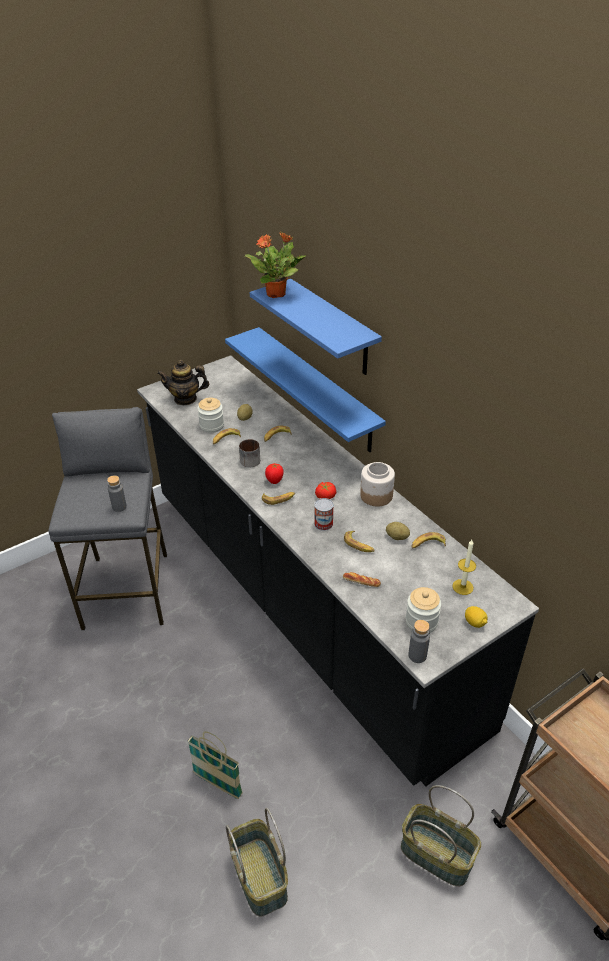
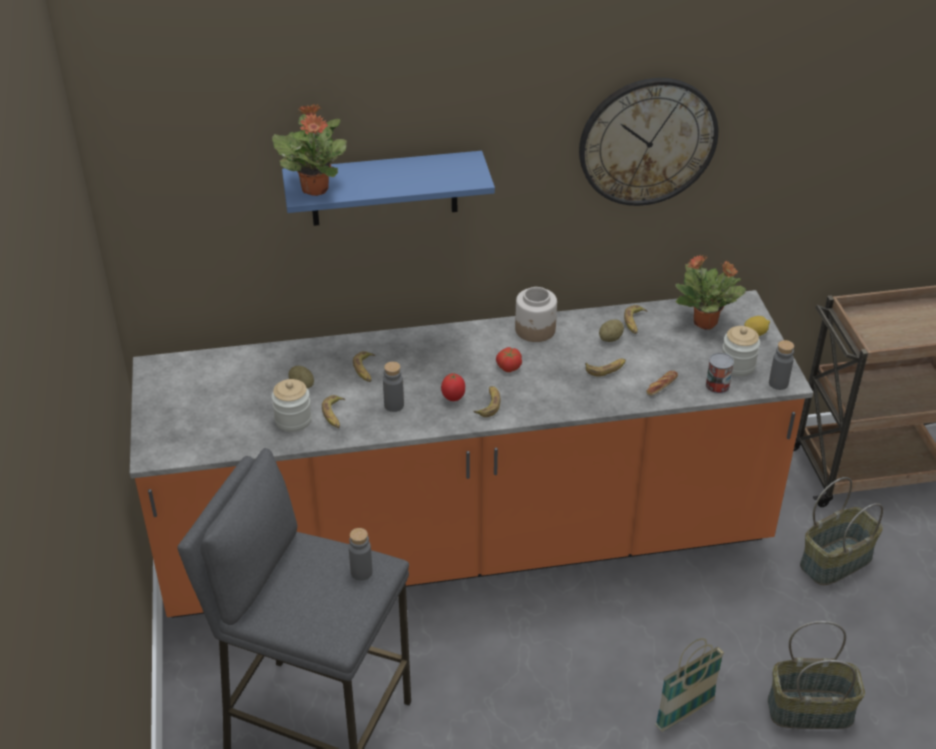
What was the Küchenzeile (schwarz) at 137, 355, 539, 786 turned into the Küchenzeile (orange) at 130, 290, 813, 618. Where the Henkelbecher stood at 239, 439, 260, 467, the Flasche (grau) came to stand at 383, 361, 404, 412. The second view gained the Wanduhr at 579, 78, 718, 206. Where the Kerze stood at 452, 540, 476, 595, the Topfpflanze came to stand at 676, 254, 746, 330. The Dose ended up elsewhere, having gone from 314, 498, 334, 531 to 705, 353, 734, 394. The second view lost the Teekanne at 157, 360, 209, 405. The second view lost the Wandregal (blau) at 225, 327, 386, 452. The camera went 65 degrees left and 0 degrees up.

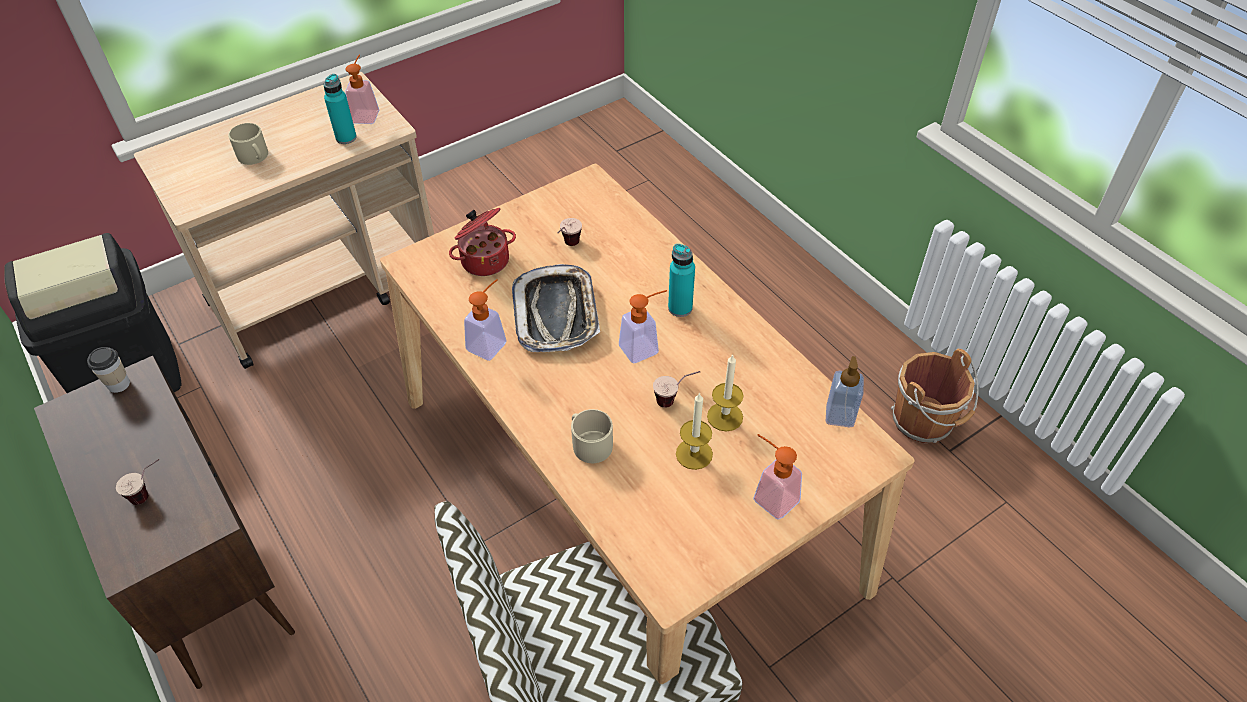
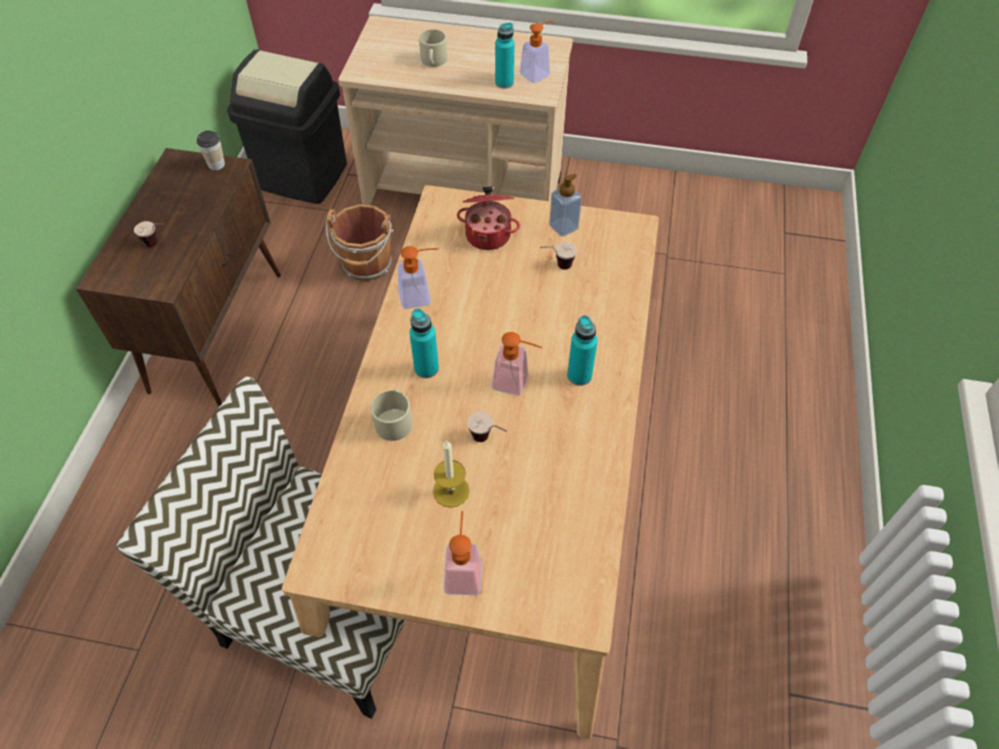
The Eimer (braun) ended up elsewhere, having gone from 891, 349, 979, 443 to 325, 204, 393, 281. The second view gained the Flasche (türkis) at 409, 308, 439, 378. The Seifenspender ended up elsewhere, having gone from 826, 356, 864, 427 to 549, 174, 582, 237. The second view lost the Tablett at 512, 264, 600, 352. The second view lost the Kerze at 707, 354, 744, 431. The camera went 45 degrees right and 5 degrees up.

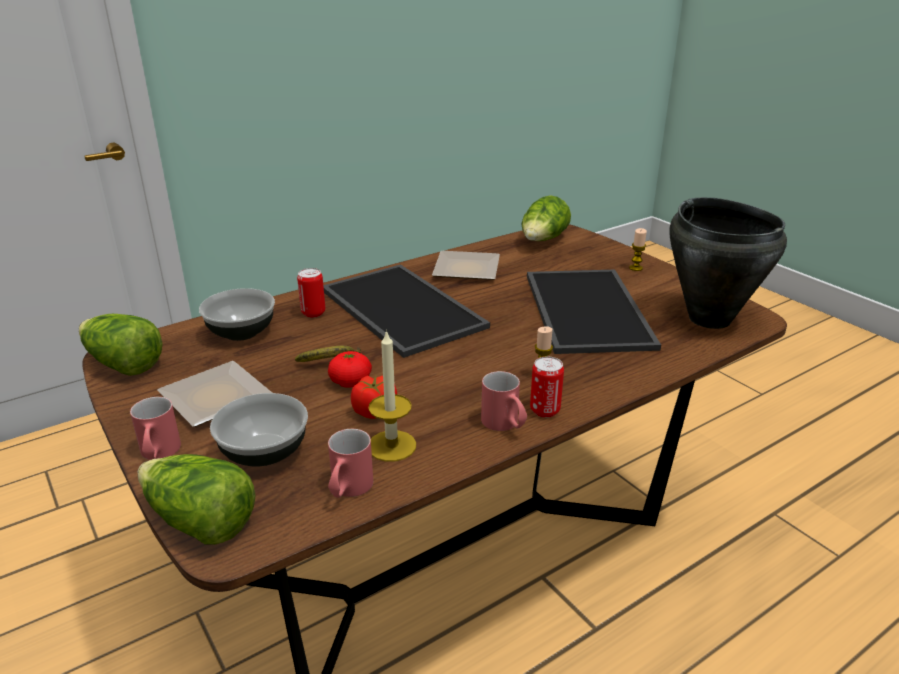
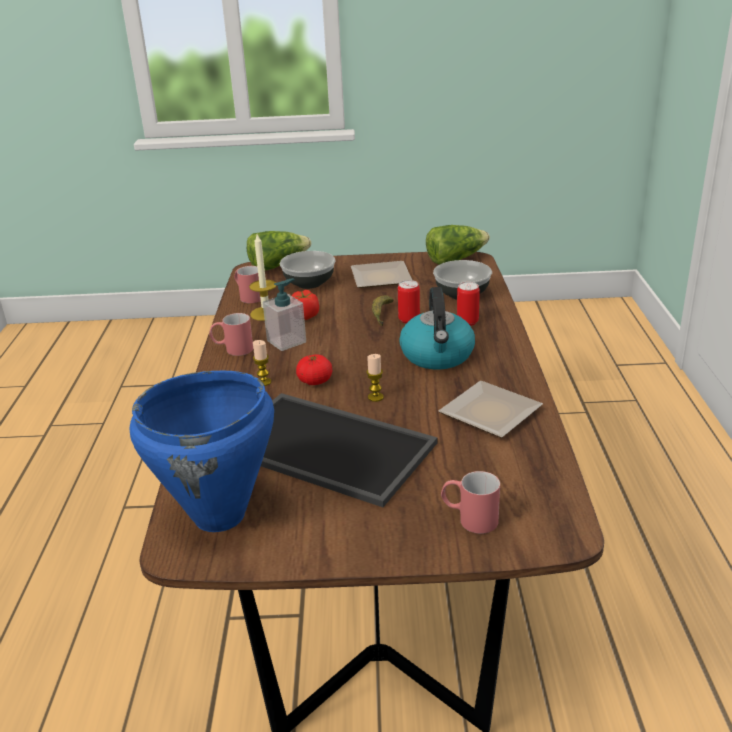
What was the Kochtopf (schwarz) at 670, 197, 787, 329 turned into the Kochtopf (blau) at 130, 371, 274, 532. The second view gained the Seifenspender at 263, 278, 306, 351. The Tomate ended up elsewhere, having gone from 328, 351, 372, 388 to 296, 354, 332, 385. The Kerze ended up elsewhere, having gone from 629, 228, 647, 271 to 366, 354, 384, 402. The Dose ended up elsewhere, having gone from 530, 356, 564, 418 to 398, 280, 420, 324. Where the Tablett stood at 323, 264, 490, 358, the Wasserkessel came to stand at 399, 287, 475, 370. The Henkelbecher (rot) ended up elsewhere, having gone from 130, 397, 181, 460 to 441, 471, 500, 534. The second view lost the Salatkopf at 522, 195, 571, 241. The camera went 125 degrees right and 0 degrees up.

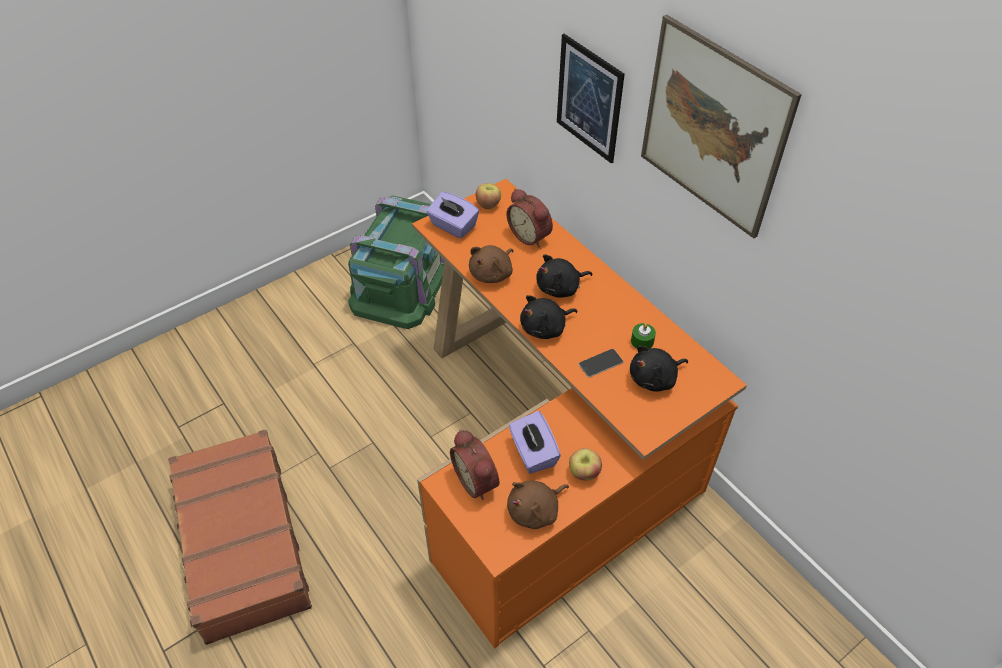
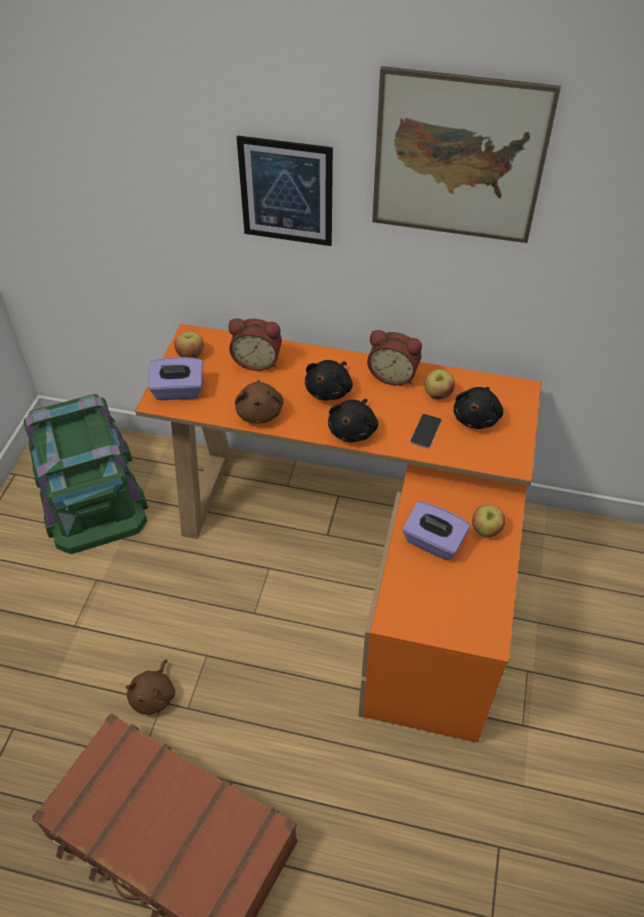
The Plüschtier (braun) ended up elsewhere, having gone from 507, 481, 569, 529 to 126, 660, 175, 715. The Wecker ended up elsewhere, having gone from 450, 429, 499, 500 to 367, 330, 422, 385. Where the Kerze (grün) stood at 631, 323, 656, 349, the Apfel came to stand at 424, 369, 455, 399. The camera went 40 degrees left and 0 degrees up.

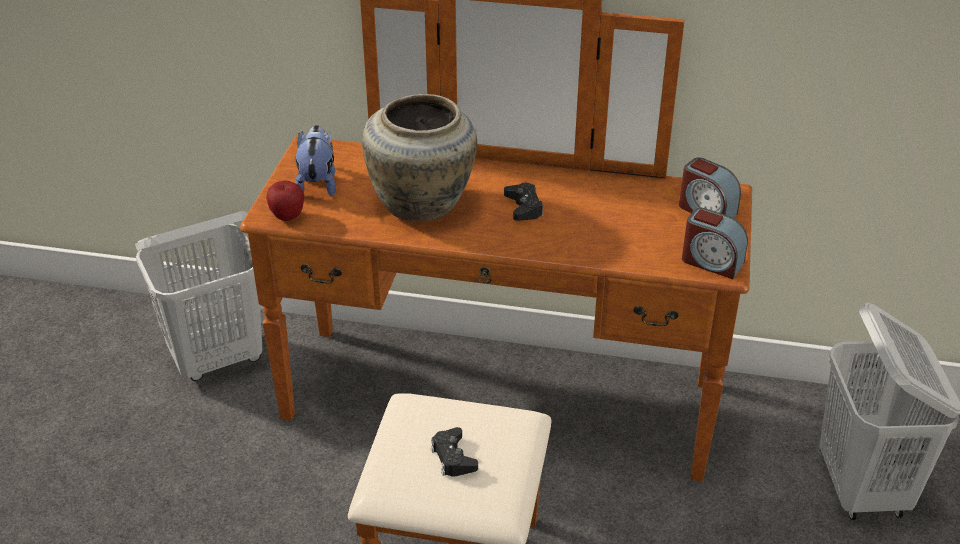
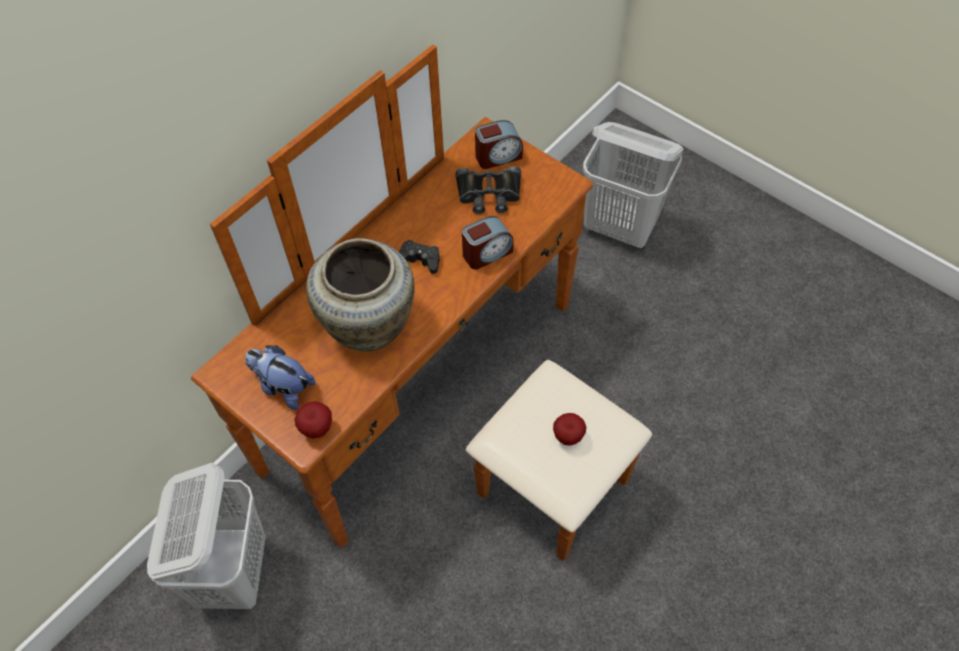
The second view gained the Fernglas (schwarz) at 456, 166, 521, 214. The Wecker ended up elsewhere, having gone from 682, 208, 748, 279 to 462, 216, 514, 269. Where the Gamepad (schwarz) stood at 431, 427, 478, 477, the Apfel came to stand at 553, 413, 586, 446. The camera went 60 degrees left and 20 degrees up.

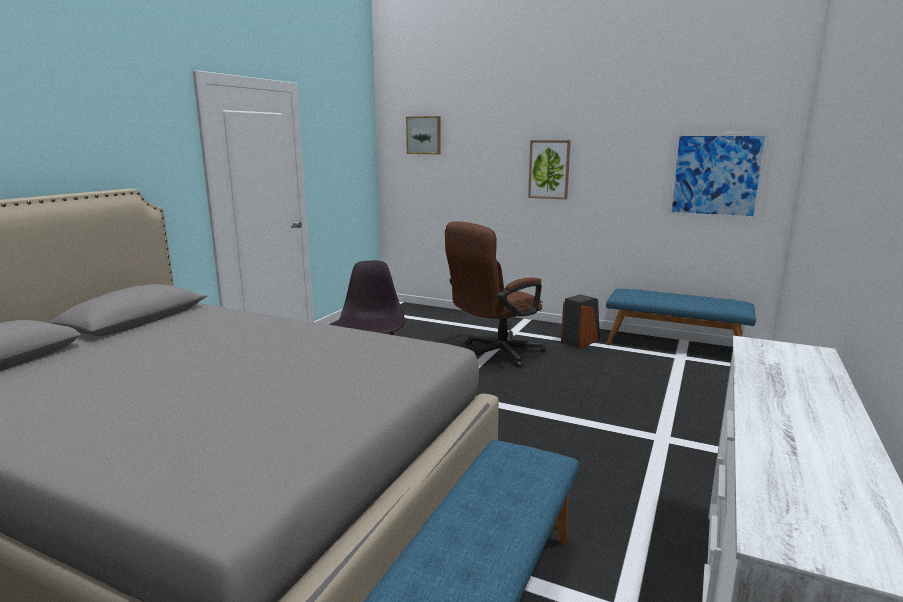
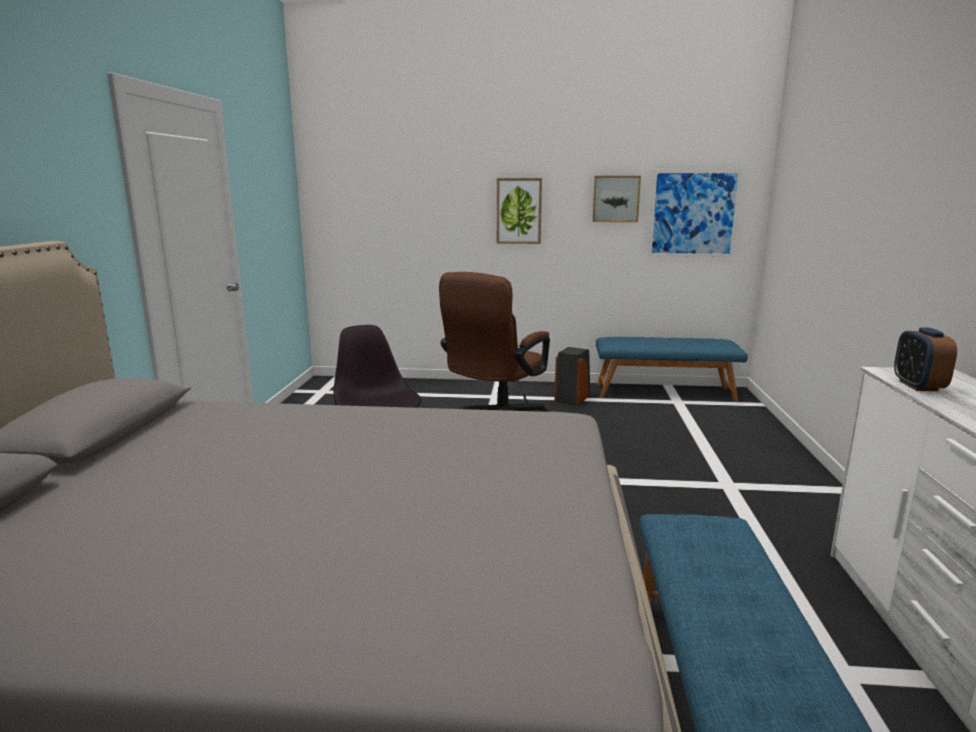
The Bild ended up elsewhere, having gone from 406, 116, 441, 154 to 593, 176, 641, 222. The second view gained the Wecker at 894, 327, 957, 391. The camera went 20 degrees left and 0 degrees up.

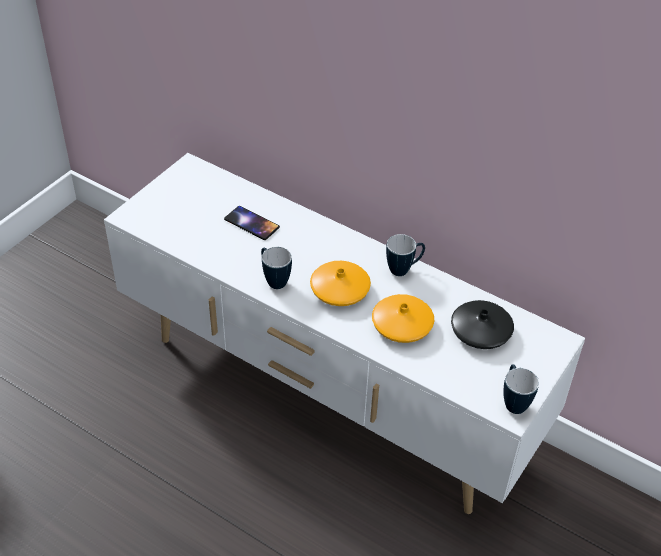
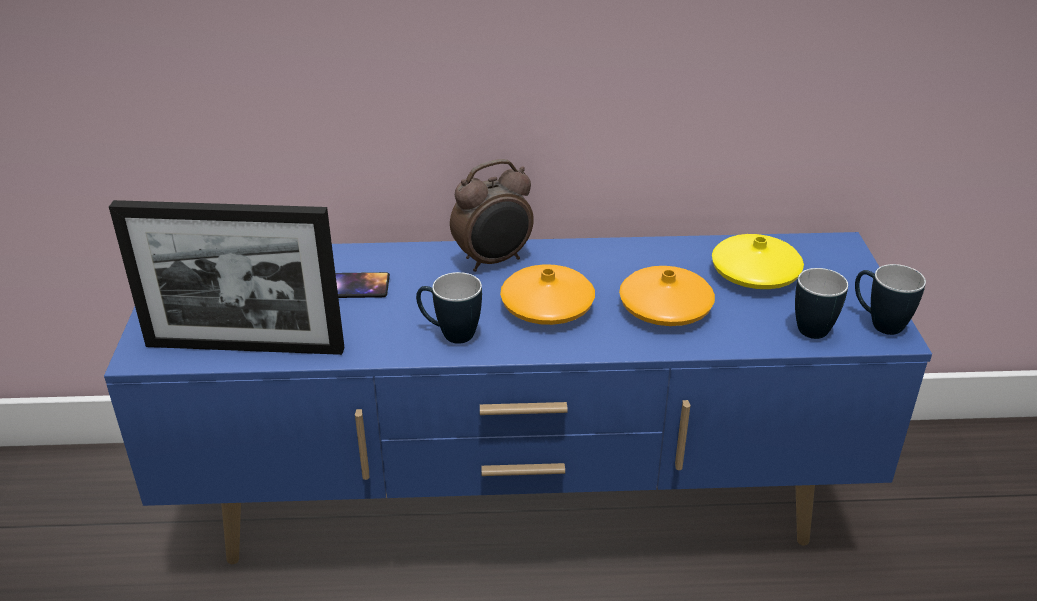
What was the Fernsehschrank (weiß) at 104, 153, 585, 514 turned into the Fernsehschrank (blau) at 104, 232, 932, 564. The second view gained the Bilderrahmen at 109, 200, 345, 355. The second view gained the Wecker at 450, 159, 534, 272. What was the Vase (schwarz) at 451, 300, 514, 349 turned into the Vase (gelb) at 712, 234, 804, 289. The Henkelbecher ended up elsewhere, having gone from 386, 234, 425, 276 to 795, 268, 848, 339. The camera went 35 degrees left and 10 degrees down.

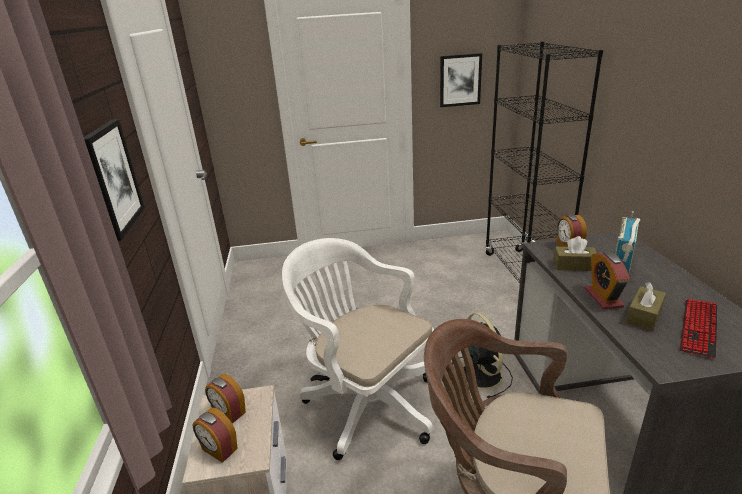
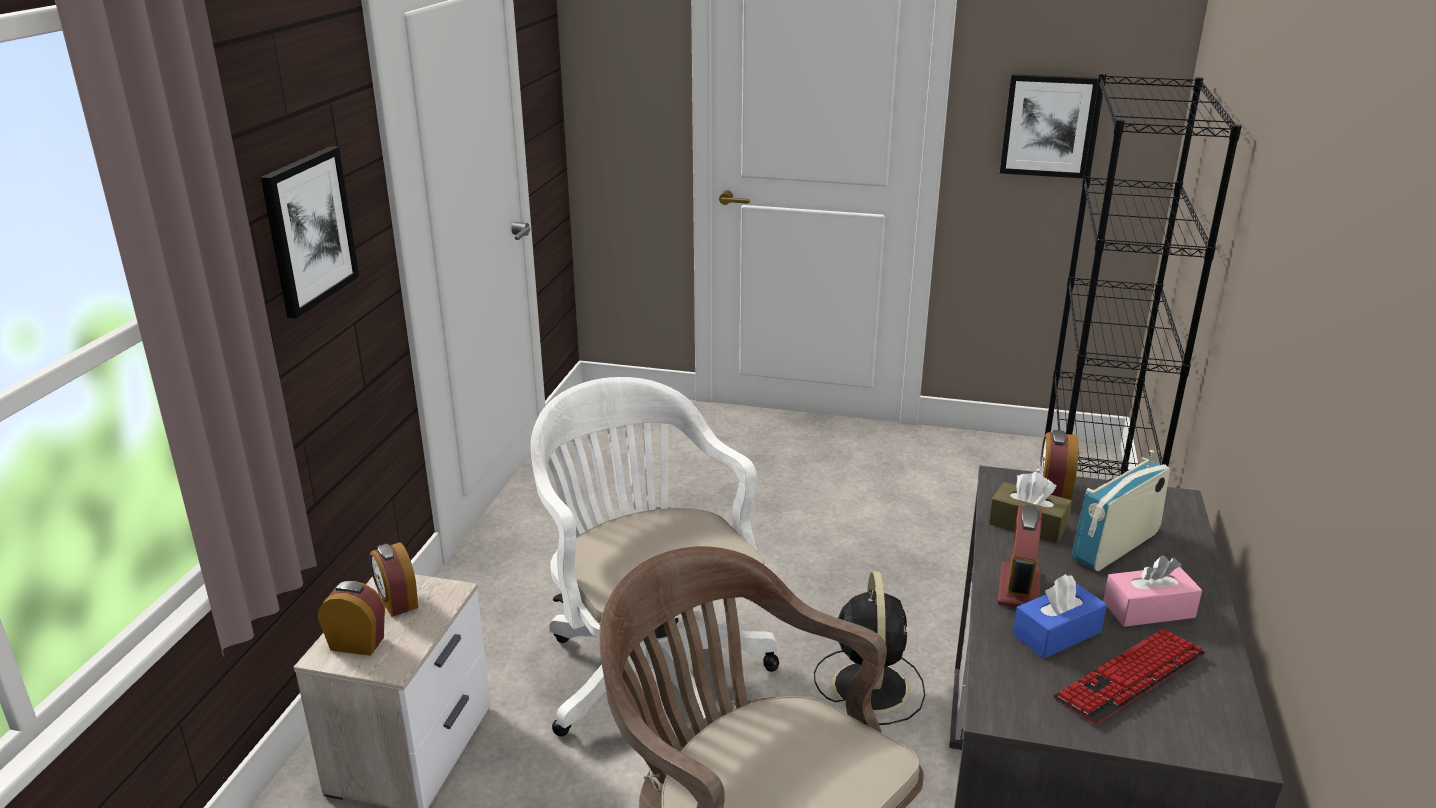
The Wecker at 193, 408, 238, 463 ended up facing another way, 135 degrees clockwise from before. What was the Taschentuchbox (braun) at 626, 282, 666, 331 turned into the Taschentuchbox (blau) at 1013, 574, 1107, 659. The second view gained the Taschentuchbox (rosa) at 1103, 556, 1202, 627. The camera went 20 degrees right and 0 degrees up.

